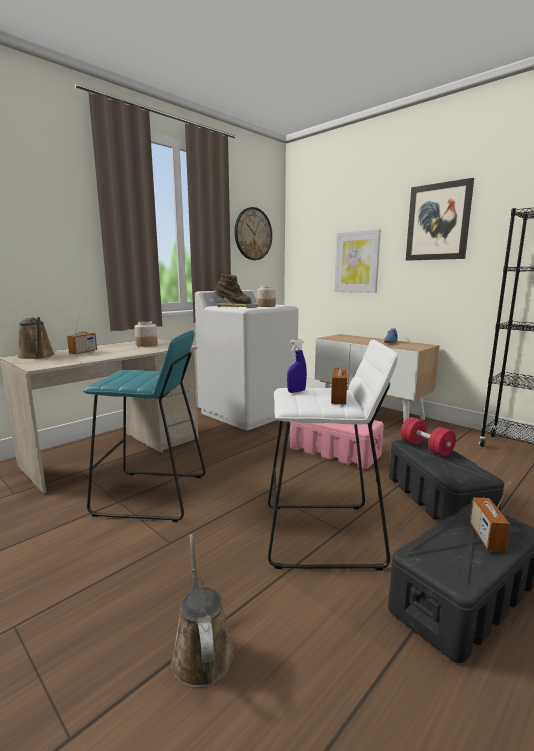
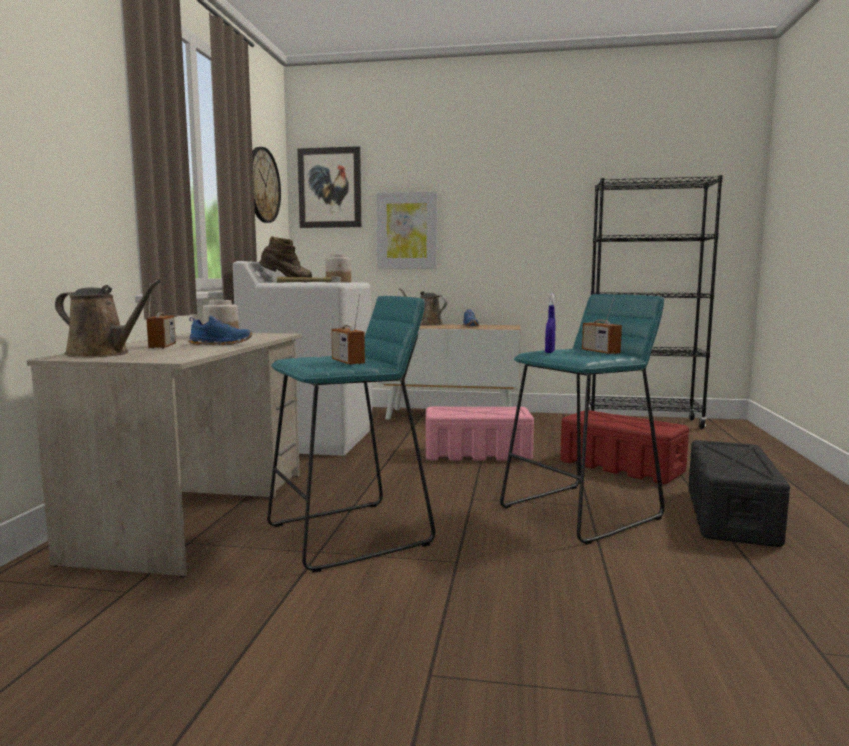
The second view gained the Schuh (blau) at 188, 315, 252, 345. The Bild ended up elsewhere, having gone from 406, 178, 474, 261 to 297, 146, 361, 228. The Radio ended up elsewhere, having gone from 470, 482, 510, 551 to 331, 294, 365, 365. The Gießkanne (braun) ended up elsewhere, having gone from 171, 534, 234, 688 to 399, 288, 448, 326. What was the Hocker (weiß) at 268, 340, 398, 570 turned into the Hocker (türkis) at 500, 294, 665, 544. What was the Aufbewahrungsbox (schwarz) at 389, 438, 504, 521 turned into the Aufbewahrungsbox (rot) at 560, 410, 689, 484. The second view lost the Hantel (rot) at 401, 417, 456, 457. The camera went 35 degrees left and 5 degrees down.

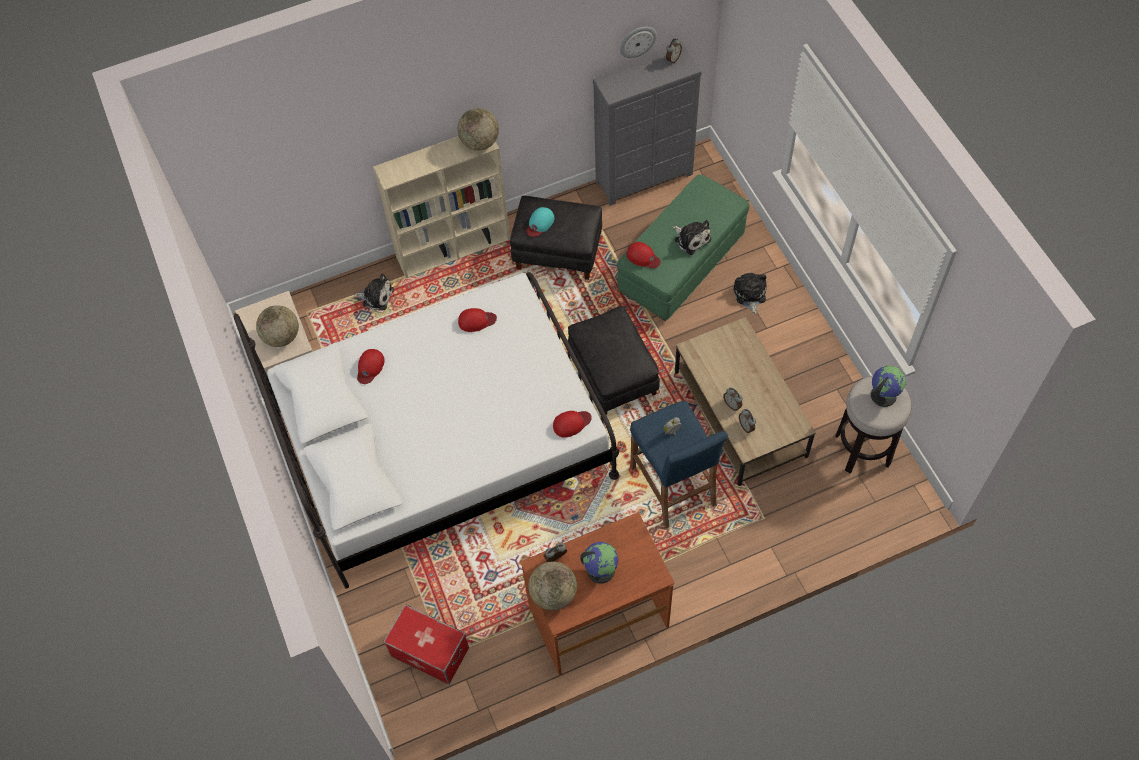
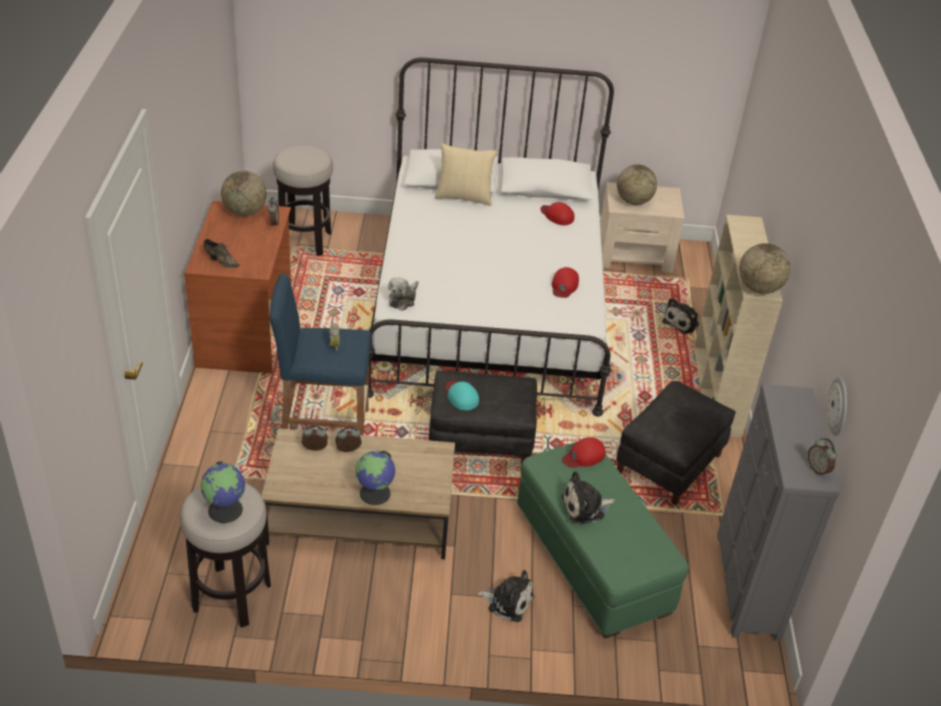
The second view gained the Schuh (braun) at 203, 239, 240, 268. Where the Aufbewahrungsbox stood at 383, 604, 469, 684, the Hocker came to stand at 273, 145, 333, 256. The Globus ended up elsewhere, having gone from 580, 542, 618, 583 to 355, 451, 395, 505. Where the Kappe (rot) stood at 553, 411, 592, 438, the Plüschtier came to stand at 388, 277, 418, 311. The second view gained the Kissen at 435, 143, 498, 206. The Kappe (türkis) ended up elsewhere, having gone from 526, 207, 554, 237 to 445, 381, 479, 411. The camera went 110 degrees right and 20 degrees down.

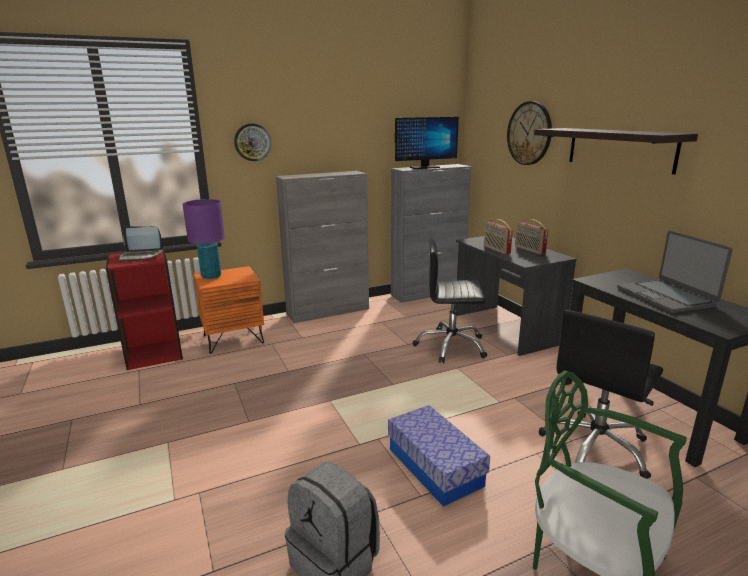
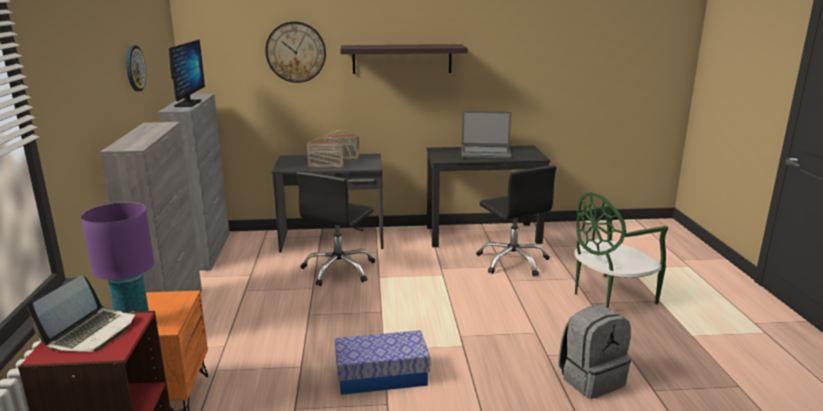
The Wanduhr ended up elsewhere, having gone from 234, 123, 271, 161 to 126, 45, 146, 91. The Aufbewahrungsbox ended up elsewhere, having gone from 388, 405, 490, 507 to 335, 330, 430, 395. The camera went 70 degrees left and 0 degrees up.

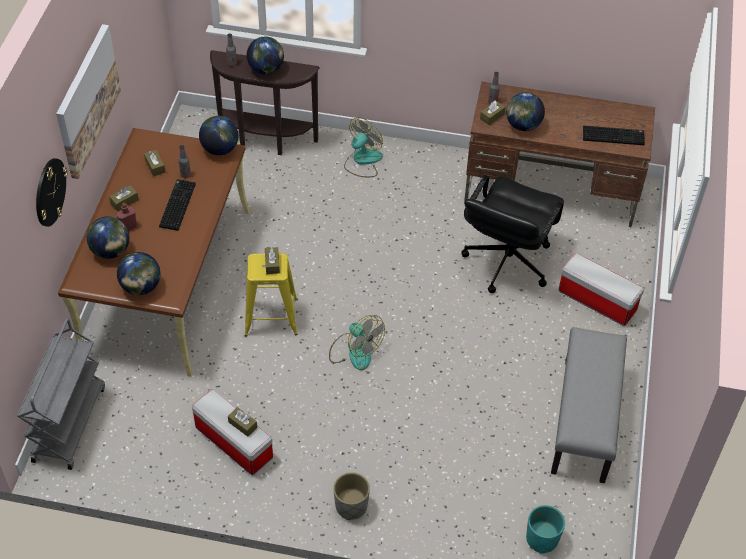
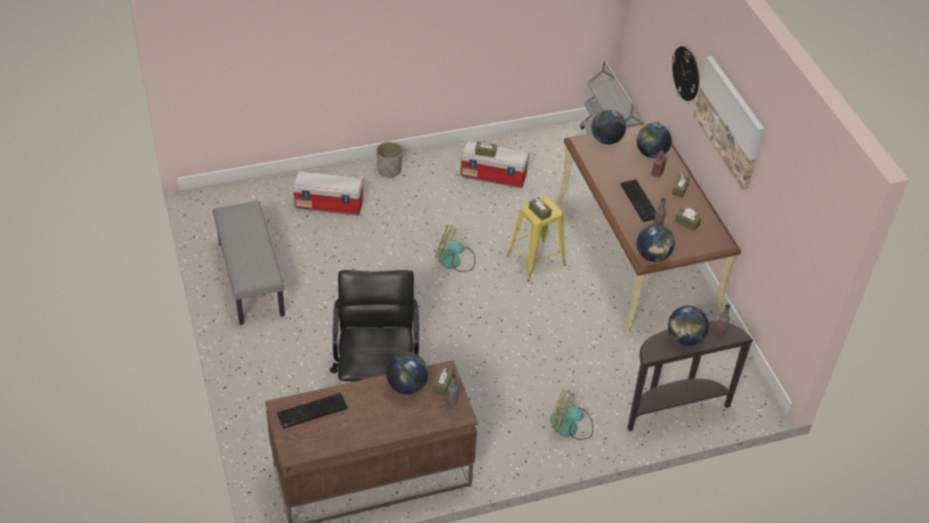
The Aufbewahrungsbox ended up elsewhere, having gone from 559, 253, 644, 326 to 292, 171, 363, 215. The Ventilator at 344, 117, 383, 177 ended up facing another way, 90 degrees clockwise from before. The second view lost the Pflanzkübel (türkis) at 526, 505, 565, 554. The camera went 150 degrees right and 5 degrees down.

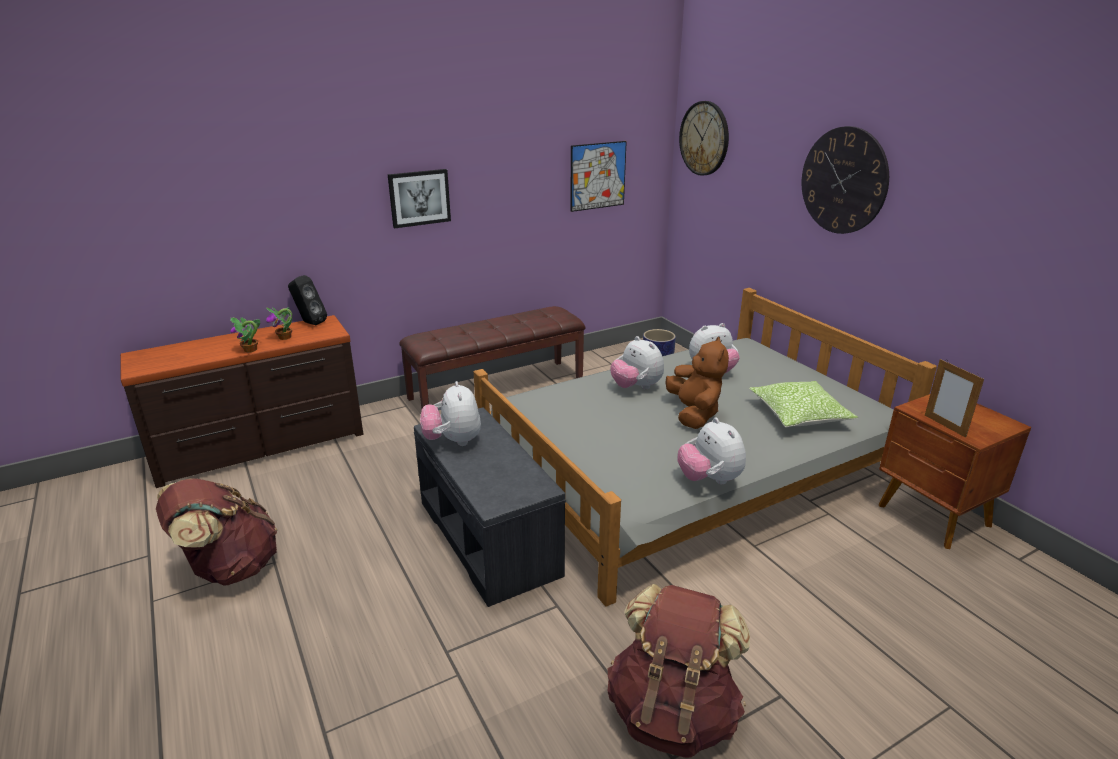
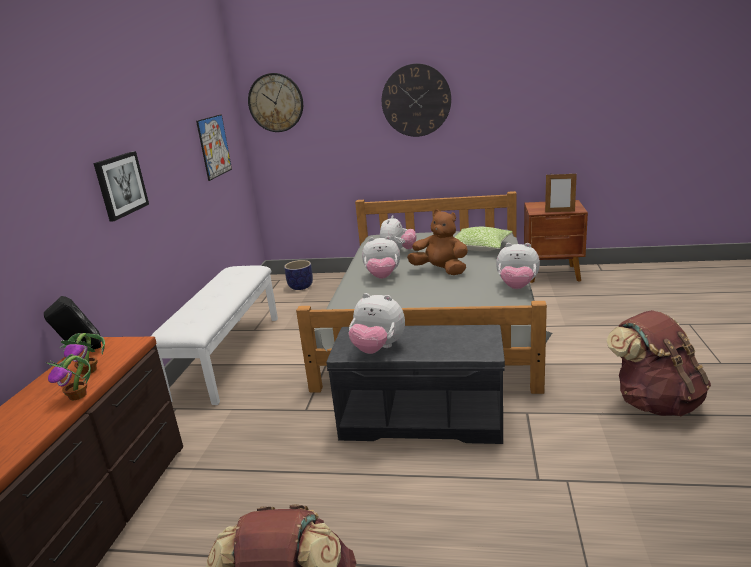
What was the Bank (braun) at 399, 306, 586, 409 turned into the Bank (weiß) at 150, 265, 278, 405. The camera went 50 degrees left and 5 degrees down.

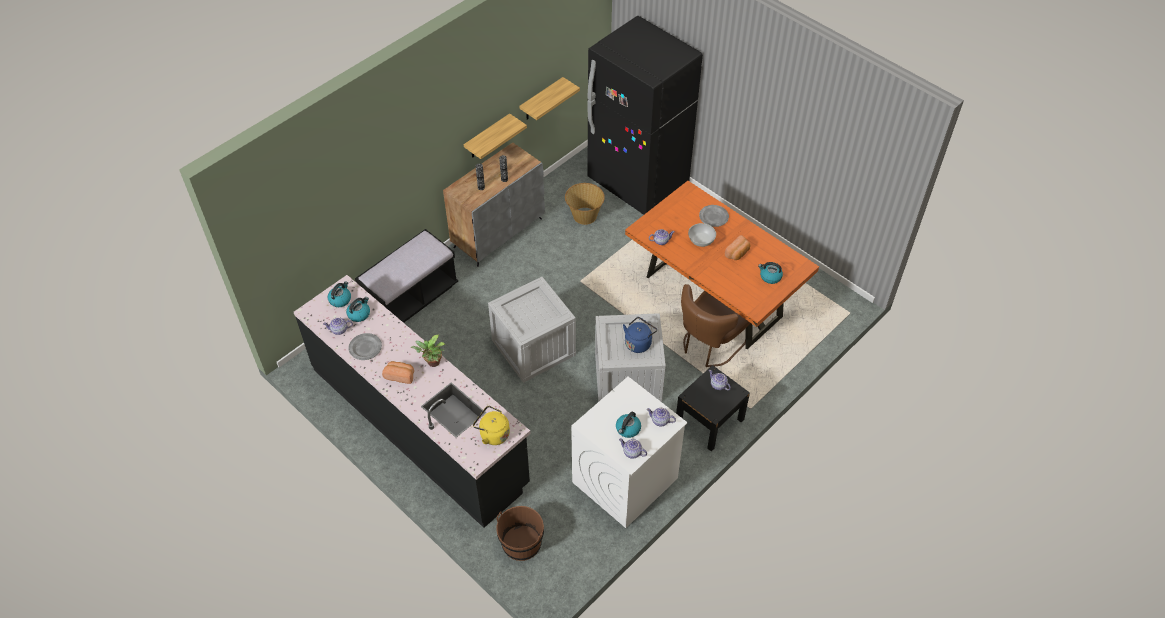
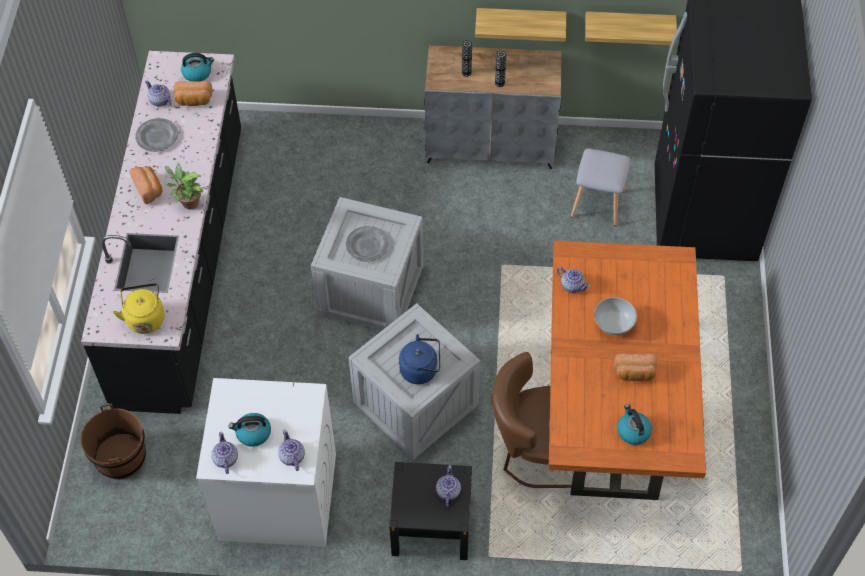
Where the Wasserkessel stood at 346, 297, 370, 322, the Brot came to stand at 174, 81, 212, 106. The Teller (grau) ended up elsewhere, having gone from 699, 205, 729, 227 to 346, 226, 389, 262. Where the Korb stood at 565, 183, 605, 225, the Hocker (grau) came to stand at 571, 148, 630, 226. The second view lost the Bank (schwarz) at 355, 229, 458, 323. The camera went 50 degrees right and 5 degrees up.

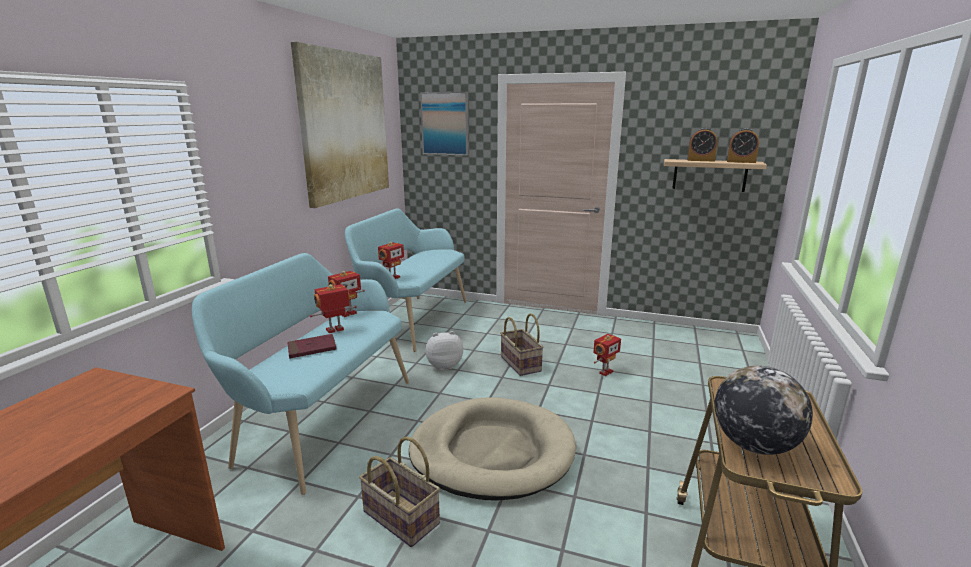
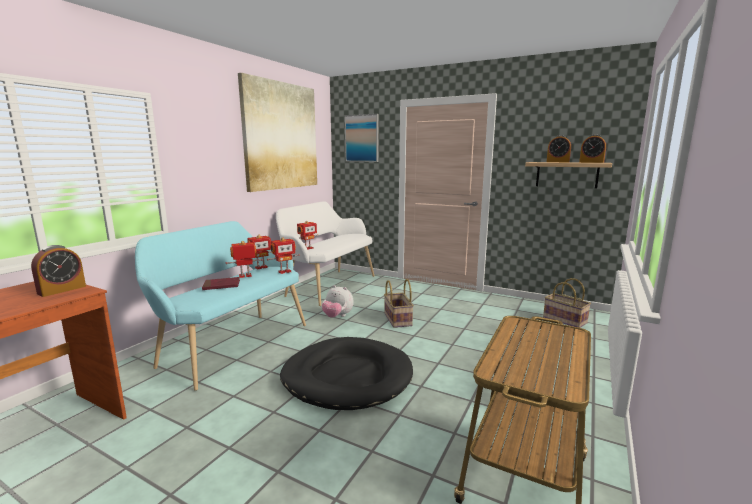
The second view gained the Wecker at 31, 245, 86, 297. The Spielzeugroboter ended up elsewhere, having gone from 593, 334, 621, 376 to 267, 237, 300, 274. What was the Bank (türkis) at 345, 209, 467, 352 turned into the Bank (weiß) at 276, 201, 375, 306. What was the Hundebett (beige) at 409, 397, 576, 501 turned into the Hundebett (schwarz) at 280, 337, 413, 410. The Plüschtier at 425, 331, 463, 370 ended up facing another way, 150 degrees counterclockwise from before. The Korb ended up elsewhere, having gone from 359, 436, 440, 547 to 543, 278, 591, 328. The second view lost the Globus at 715, 365, 813, 455. The camera went 10 degrees right and 5 degrees down.

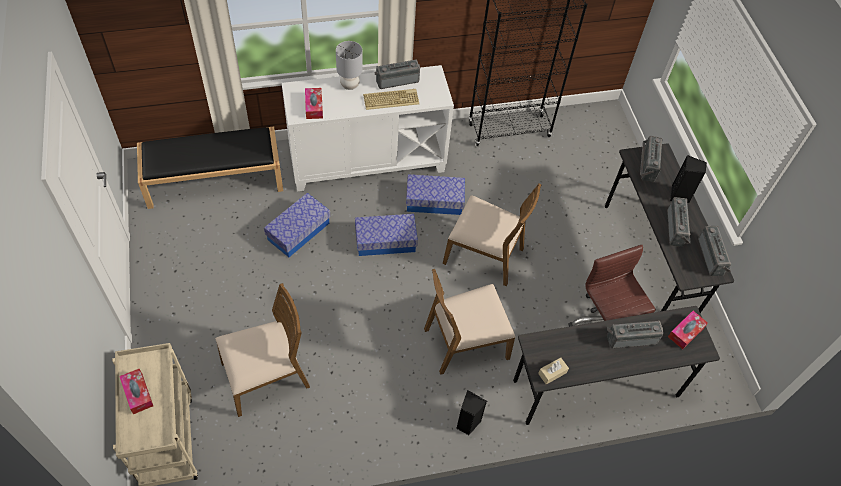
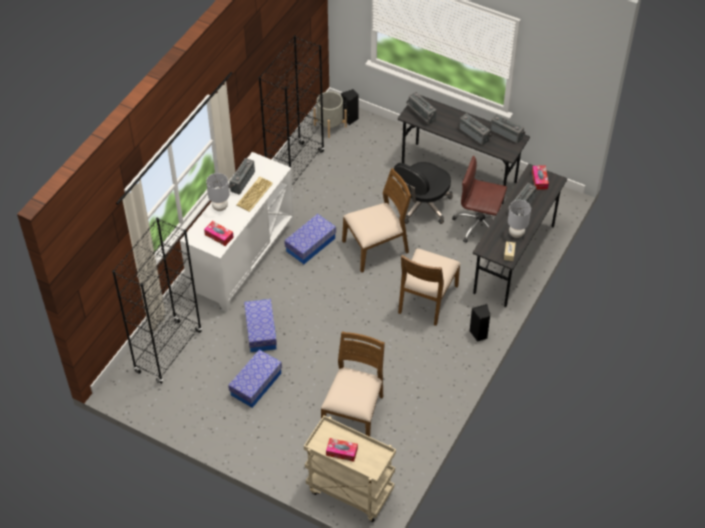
Where the Bank (schwarz) stood at 137, 127, 283, 209, the Bücherregal (schwarz) came to stand at 112, 218, 202, 384. The Aufbewahrungsbox ended up elsewhere, having gone from 355, 214, 418, 256 to 228, 350, 282, 408. The second view gained the Pflanzkübel (grau) at 313, 91, 347, 138. The Lautsprecher (schwarz) ended up elsewhere, having gone from 670, 155, 707, 203 to 341, 89, 359, 125. The second view gained the Bürostuhl (schwarz) at 394, 162, 453, 224. The second view gained the Tischlampe (grau) at 508, 200, 531, 238. The camera went 45 degrees left and 5 degrees down.

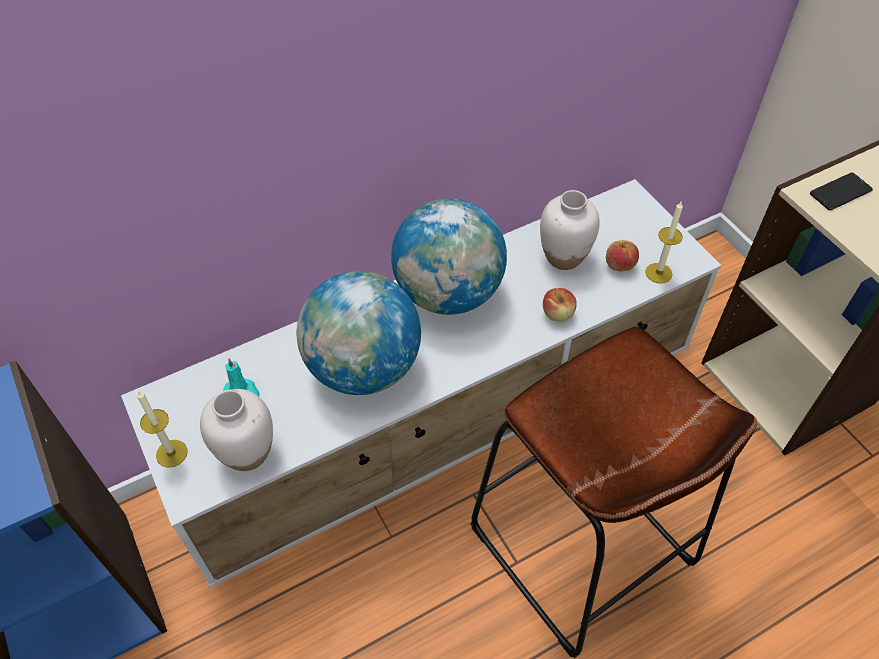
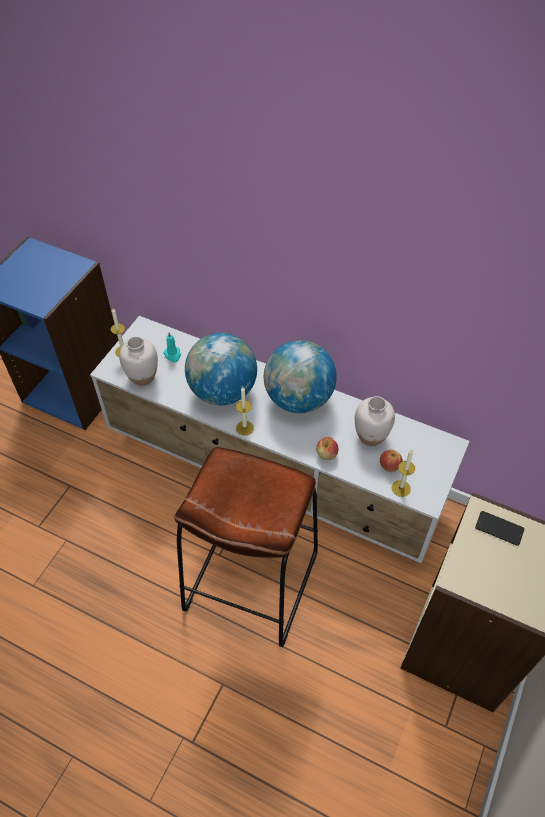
The second view gained the Kerze at 236, 387, 254, 436. The camera went 55 degrees right and 0 degrees up.

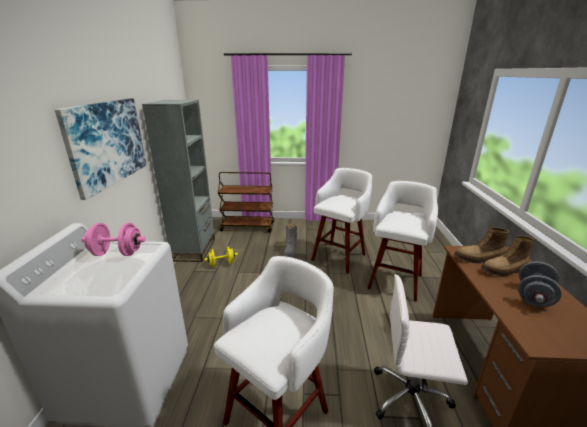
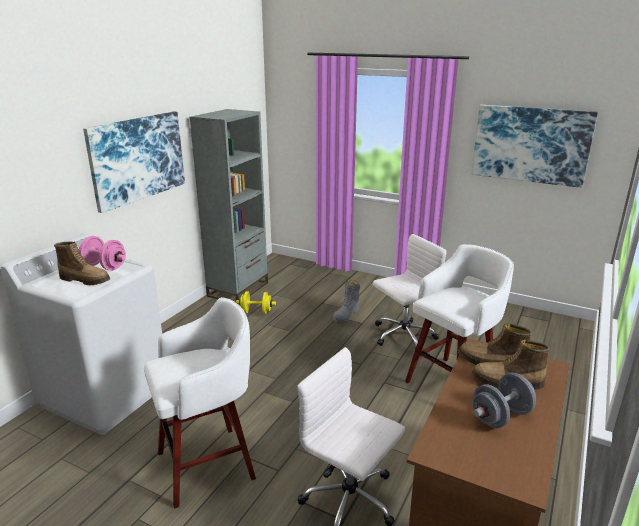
The second view gained the Stiefel at 54, 242, 110, 285. Where the Hocker (weiß) stood at 311, 168, 372, 274, the Bürostuhl (weiß) came to stand at 373, 234, 447, 349. The second view gained the Bild at 472, 105, 598, 188. The second view lost the Rollwagen (braun) at 218, 172, 274, 233. The camera went 25 degrees right and 0 degrees up.

